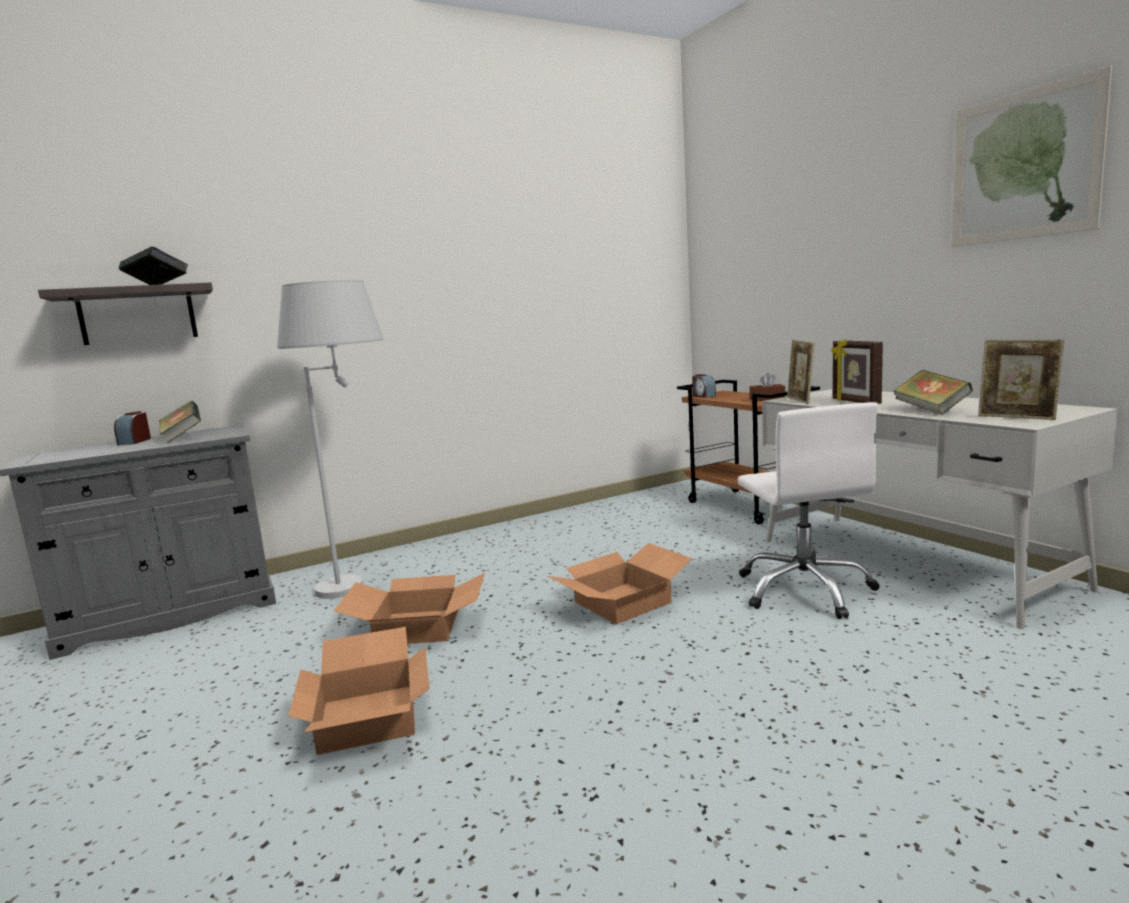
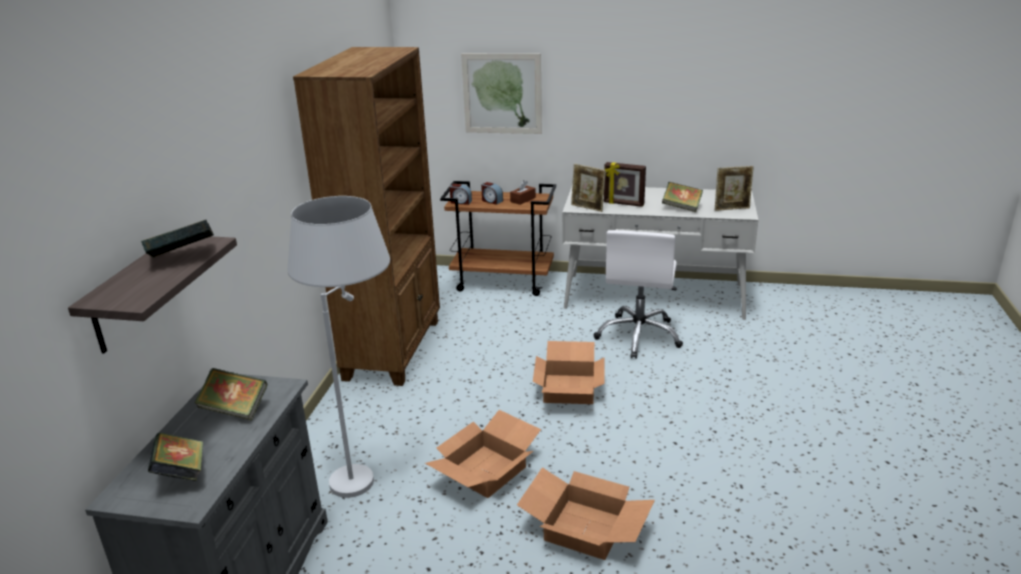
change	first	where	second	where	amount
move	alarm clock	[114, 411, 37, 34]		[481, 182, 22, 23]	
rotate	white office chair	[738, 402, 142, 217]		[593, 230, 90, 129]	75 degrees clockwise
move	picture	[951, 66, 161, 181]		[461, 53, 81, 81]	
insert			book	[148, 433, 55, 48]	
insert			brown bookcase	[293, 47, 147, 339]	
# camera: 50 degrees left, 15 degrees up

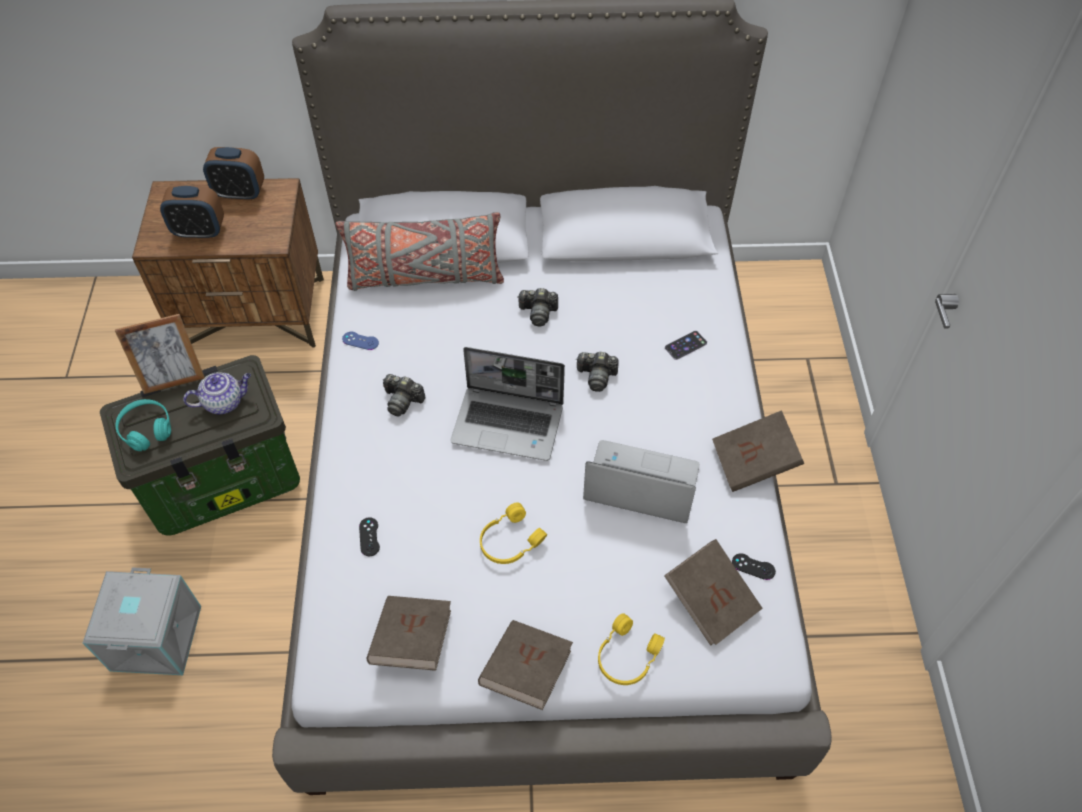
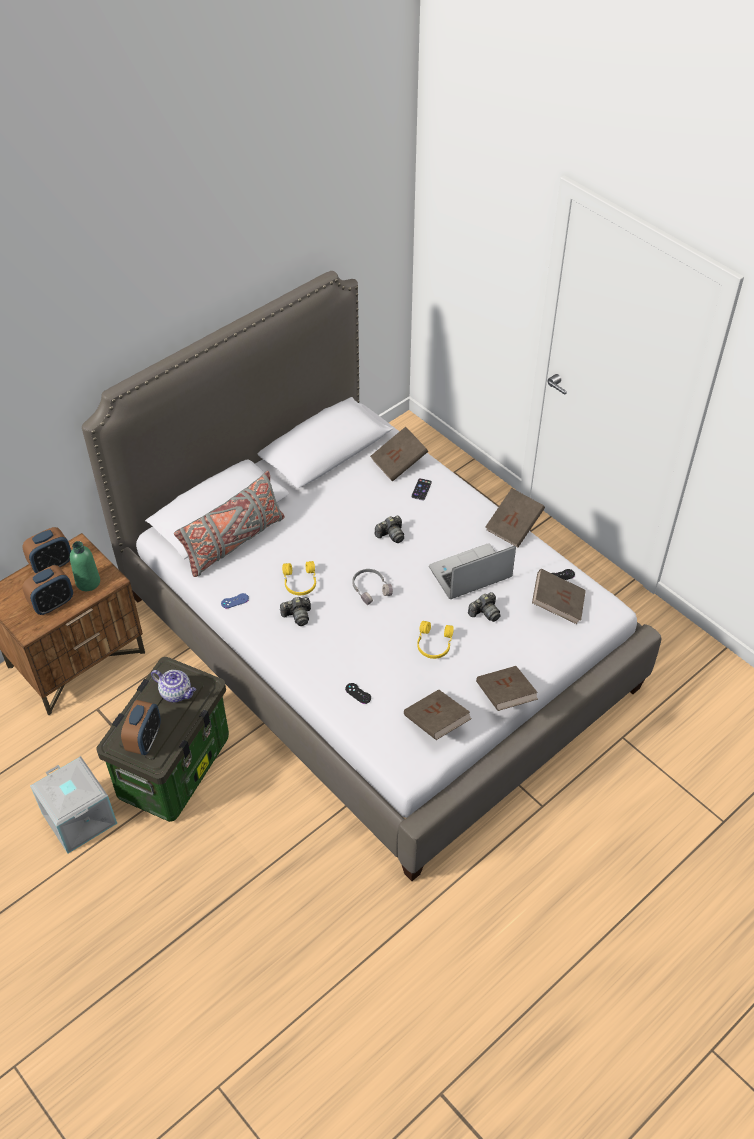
change	first	where	second	where	amount
move	grey storage box	[83, 567, 118, 108]		[30, 756, 87, 97]	
delete	picture frame	[115, 314, 90, 80]			
replace	turquoise headphones	[116, 399, 55, 52]	alarm clock	[121, 700, 40, 55]	
rotate	teapot	[183, 372, 68, 42]		[151, 670, 45, 33]	90 degrees clockwise
replace	laptop	[450, 347, 115, 114]	grey headphones	[353, 569, 40, 36]	
move	photo camera	[518, 288, 40, 38]		[468, 592, 33, 30]	
move	yellow headphones	[598, 613, 67, 72]		[282, 561, 34, 34]	
insert			green bottle	[70, 541, 30, 50]	
insert			brown book	[370, 427, 58, 55]	
# camera: 40 degrees left, 5 degrees down

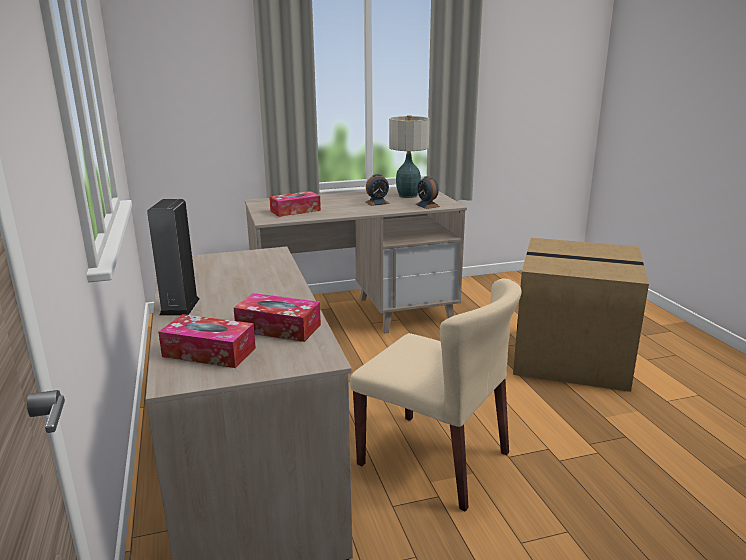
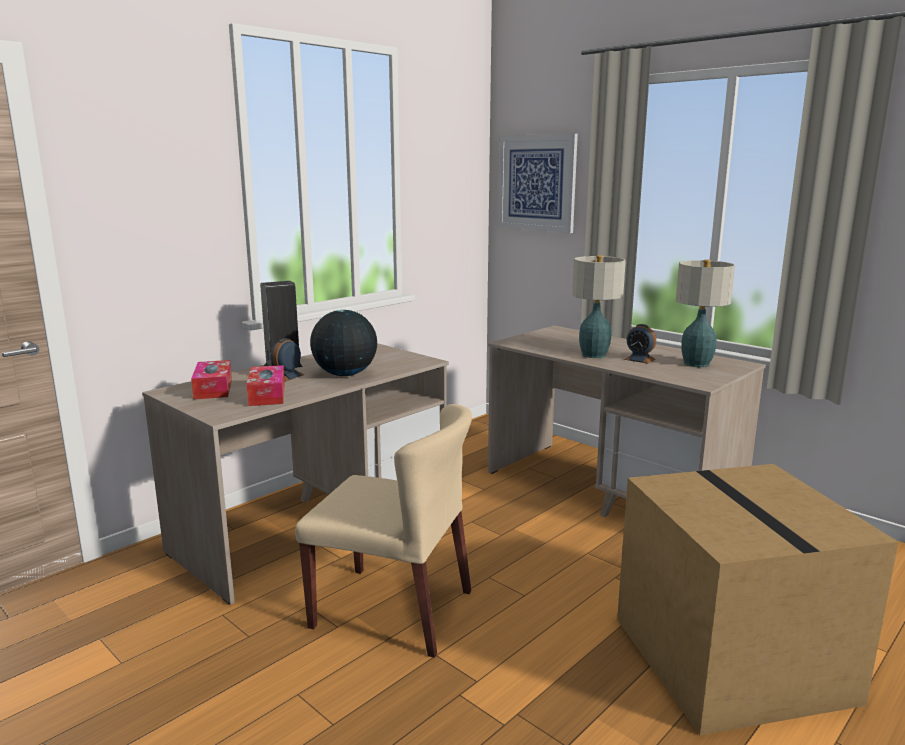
change	first	where	second	where	amount
delete	tissue box	[269, 191, 52, 26]			
rotate	beige chair	[350, 278, 172, 234]		[295, 404, 177, 254]	75 degrees counterclockwise
move	alarm clock	[415, 176, 25, 33]		[270, 338, 35, 44]	
insert			globe	[310, 310, 67, 66]	
insert			picture	[498, 134, 80, 99]	
insert			table lamp	[572, 255, 54, 103]	
# camera: 60 degrees right, 5 degrees down

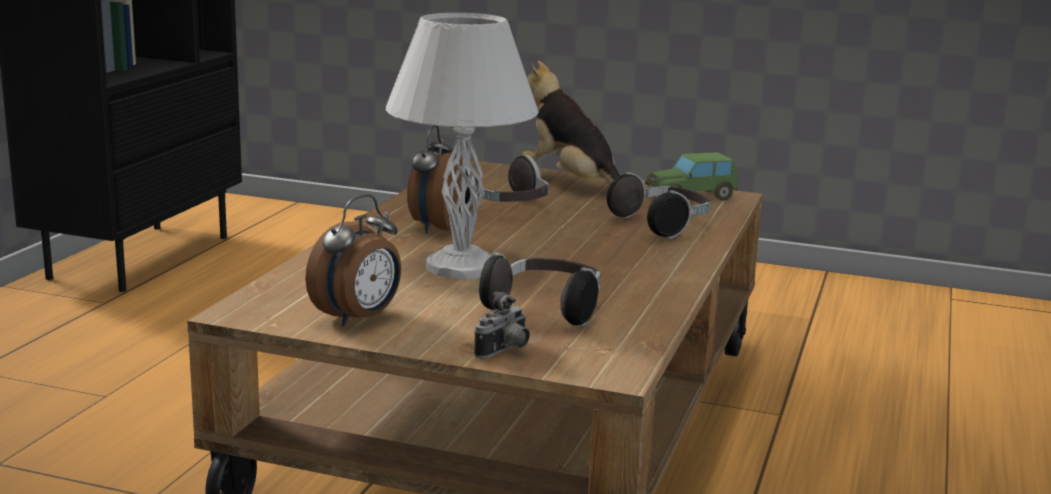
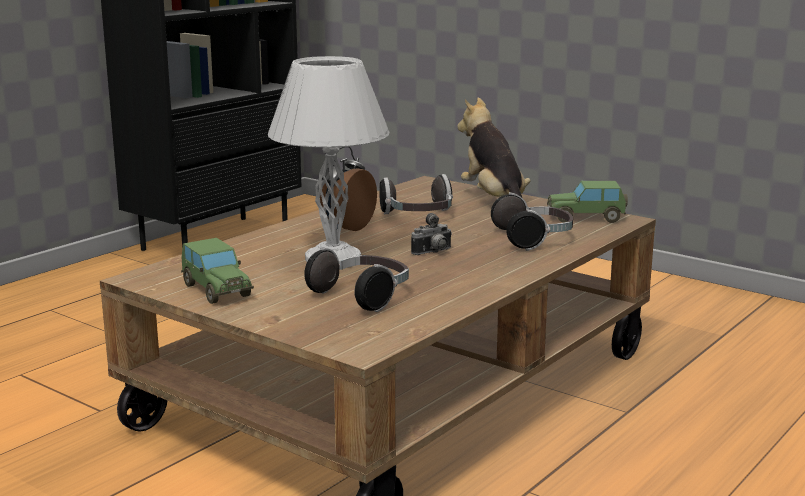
change	first	where	second	where	amount
replace	alarm clock	[305, 194, 96, 133]	toy car	[181, 238, 73, 66]	
move	photo camera	[474, 291, 56, 67]		[411, 213, 41, 42]	
# camera: 20 degrees right, 0 degrees up

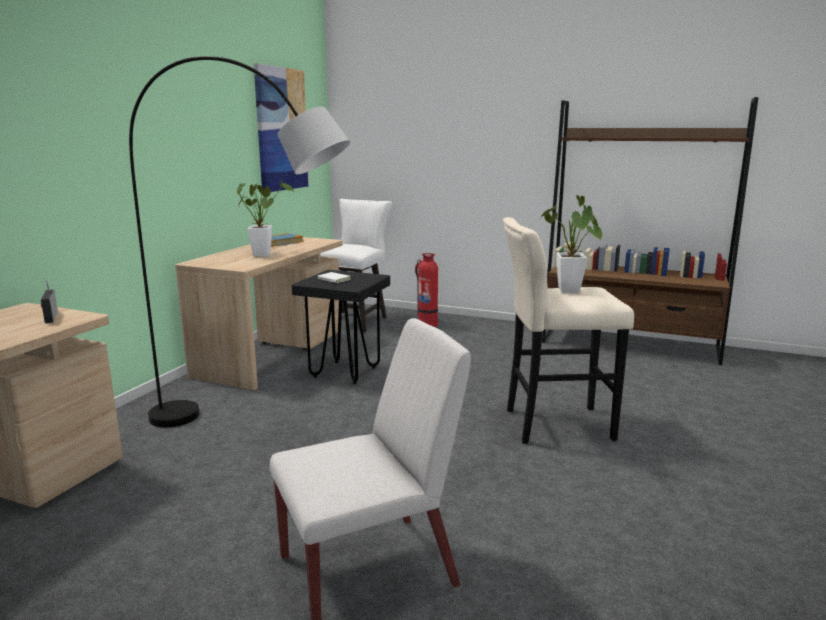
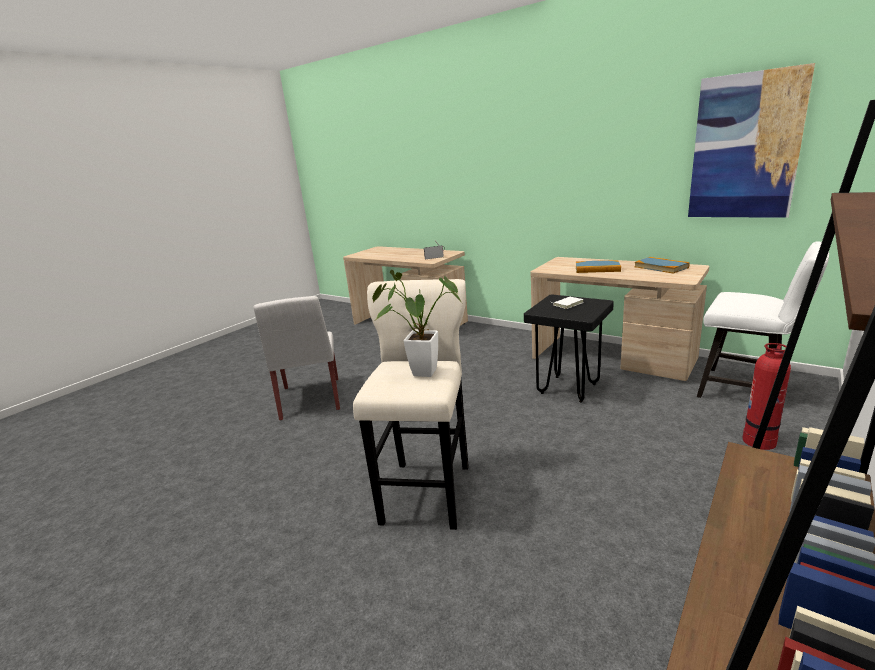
change	first	where	second	where	amount
delete	grey floor lamp	[129, 56, 221, 371]			
replace	potted plant	[237, 180, 57, 77]	book	[576, 260, 45, 13]	
# camera: 105 degrees right, 5 degrees up

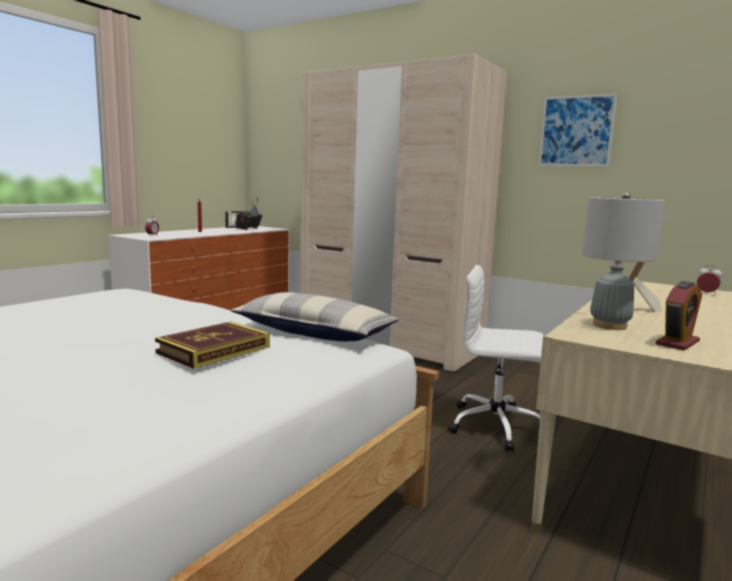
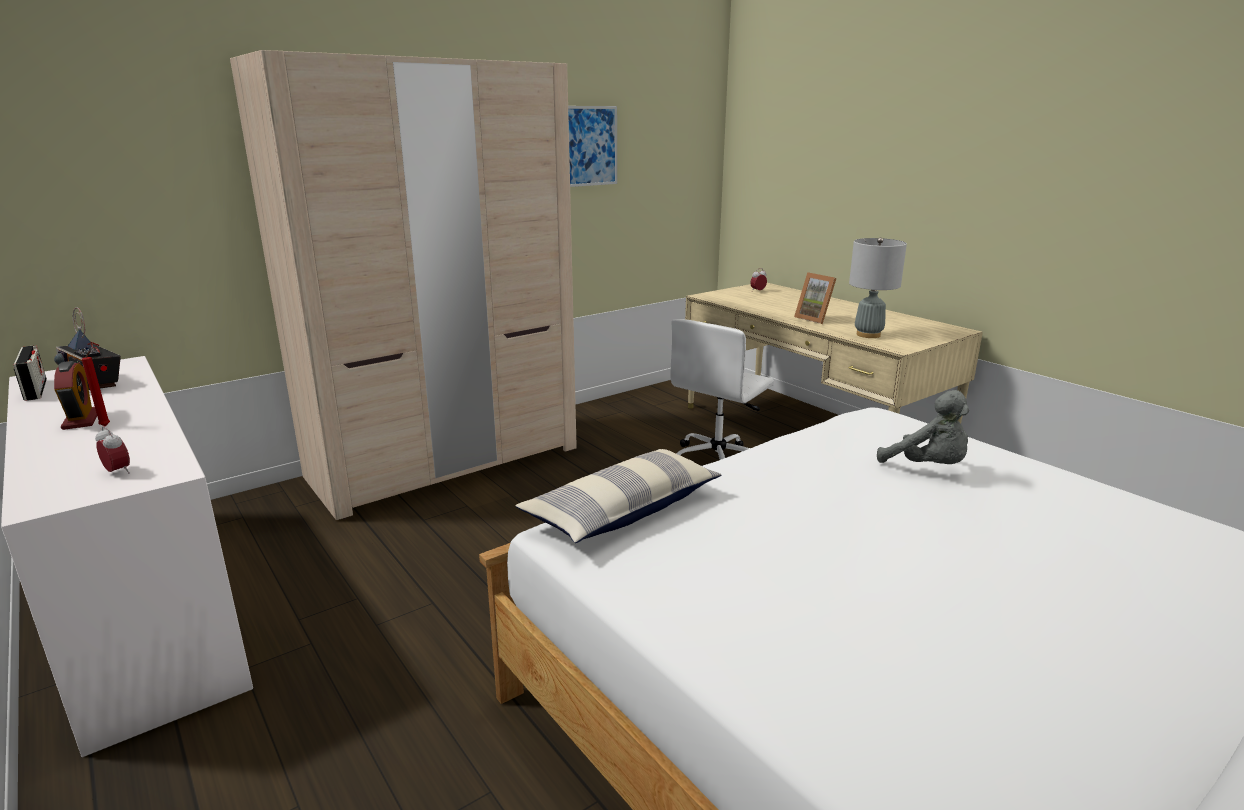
change	first	where	second	where	amount
replace	book	[155, 322, 115, 47]	grey plush toy	[877, 390, 92, 74]	
move	pillow	[231, 292, 168, 49]		[515, 449, 207, 94]	
move	alarm clock	[656, 281, 46, 70]		[54, 361, 43, 69]	
# camera: 70 degrees left, 10 degrees up

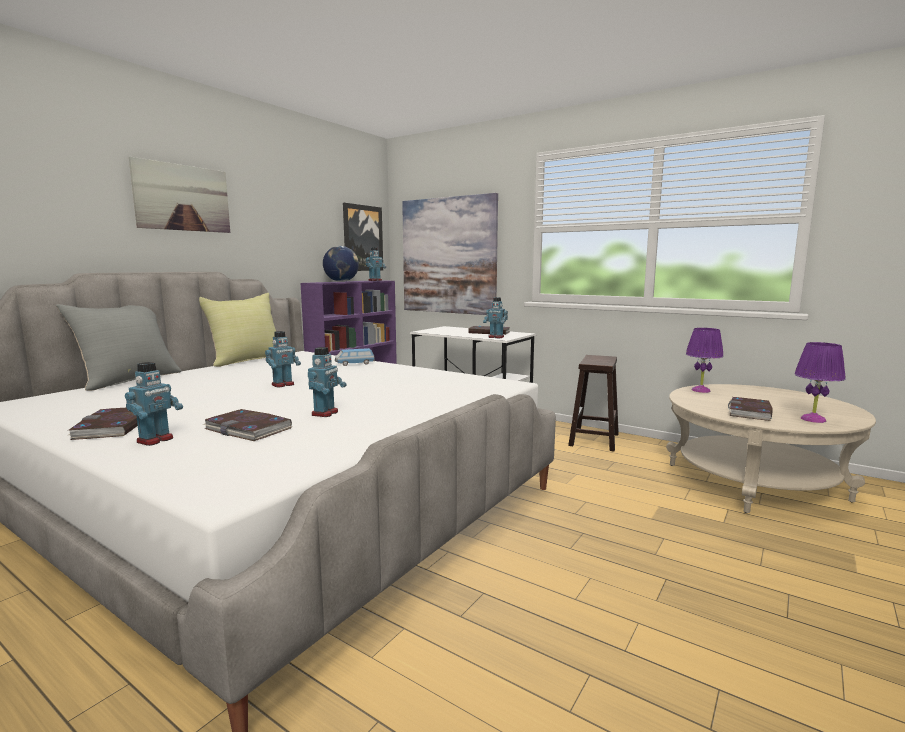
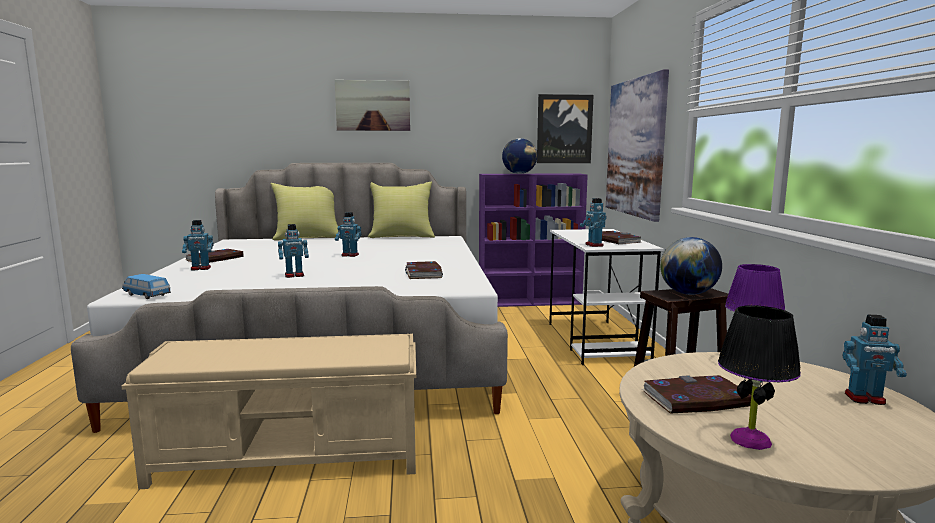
change	first	where	second	where	amount
recolor	grey pillow	[56, 304, 126, 87]	yellow pillow	[270, 183, 68, 58]	
move	book	[202, 409, 90, 32]		[405, 261, 38, 18]	
move	toy car	[335, 348, 40, 18]		[122, 274, 49, 25]	
move	toy robot	[366, 247, 20, 34]		[842, 315, 65, 90]	
recolor	purple table lamp	[794, 342, 52, 81]	black table lamp	[718, 305, 83, 145]	
insert			beige bench	[121, 334, 295, 155]	
insert			globe	[660, 237, 62, 58]	
# camera: 50 degrees right, 0 degrees up

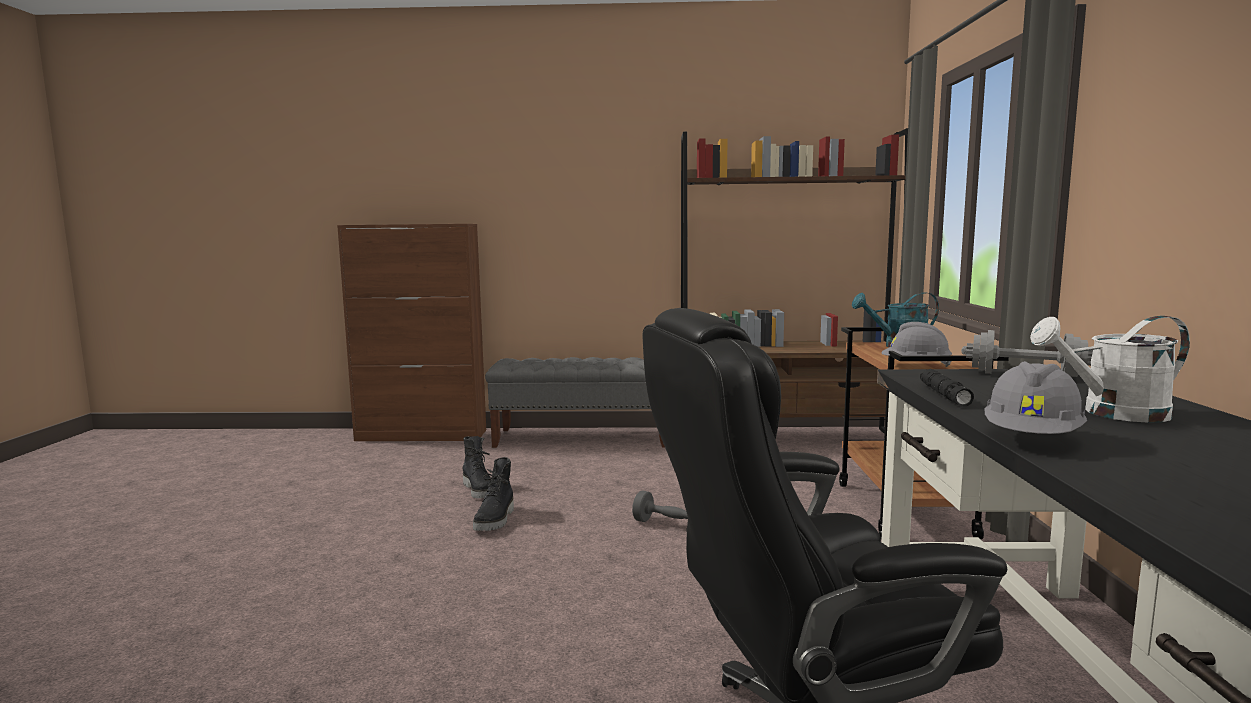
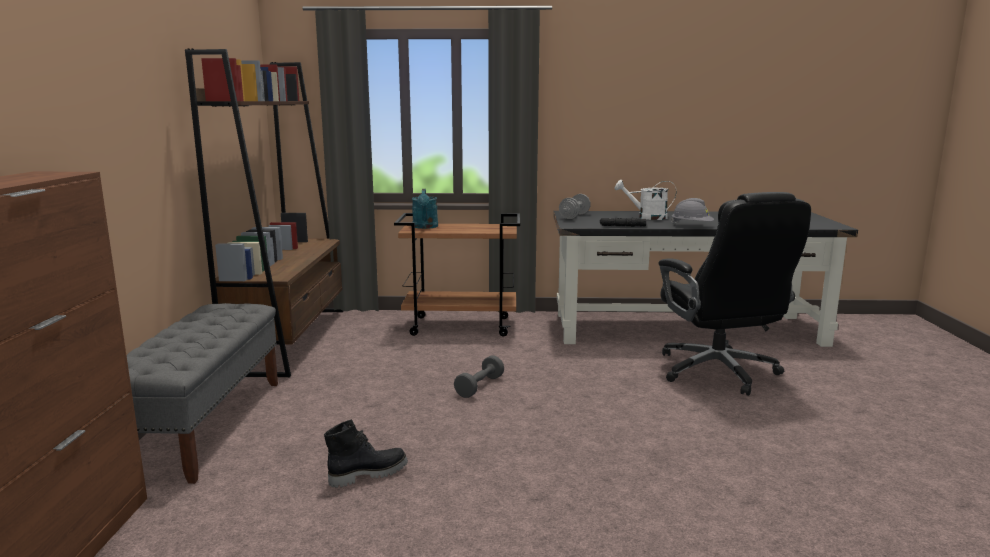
change	first	where	second	where	amount
delete	black boot	[473, 457, 41, 74]			
delete	grey hard hat	[881, 322, 71, 45]			
rotate	white watering can	[1030, 316, 160, 107]		[614, 179, 62, 41]	105 degrees clockwise
# camera: 90 degrees left, 5 degrees up

